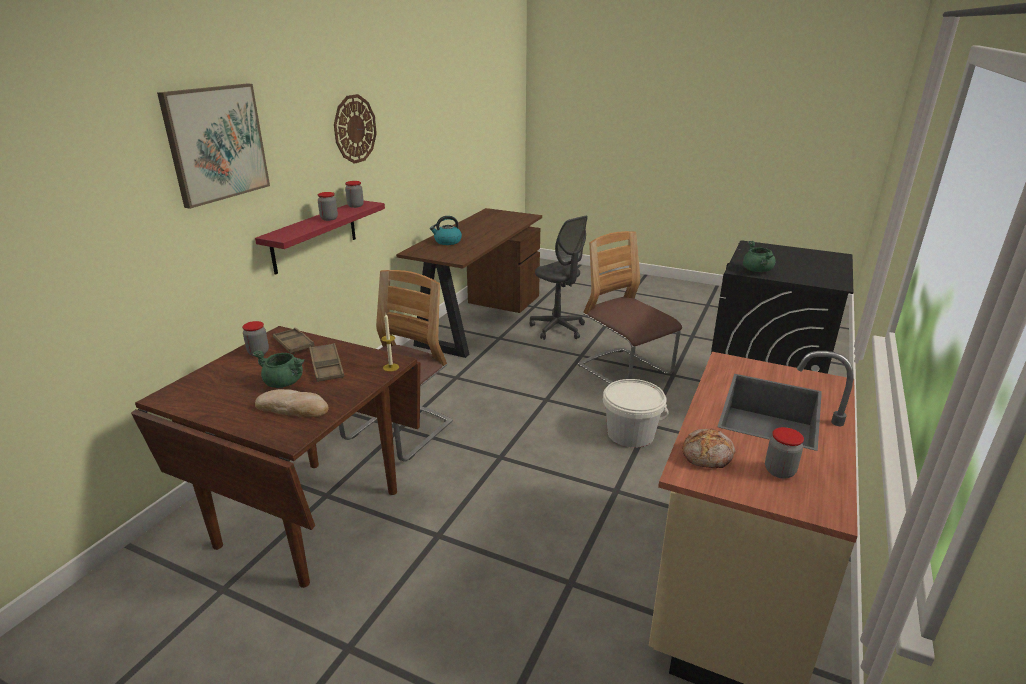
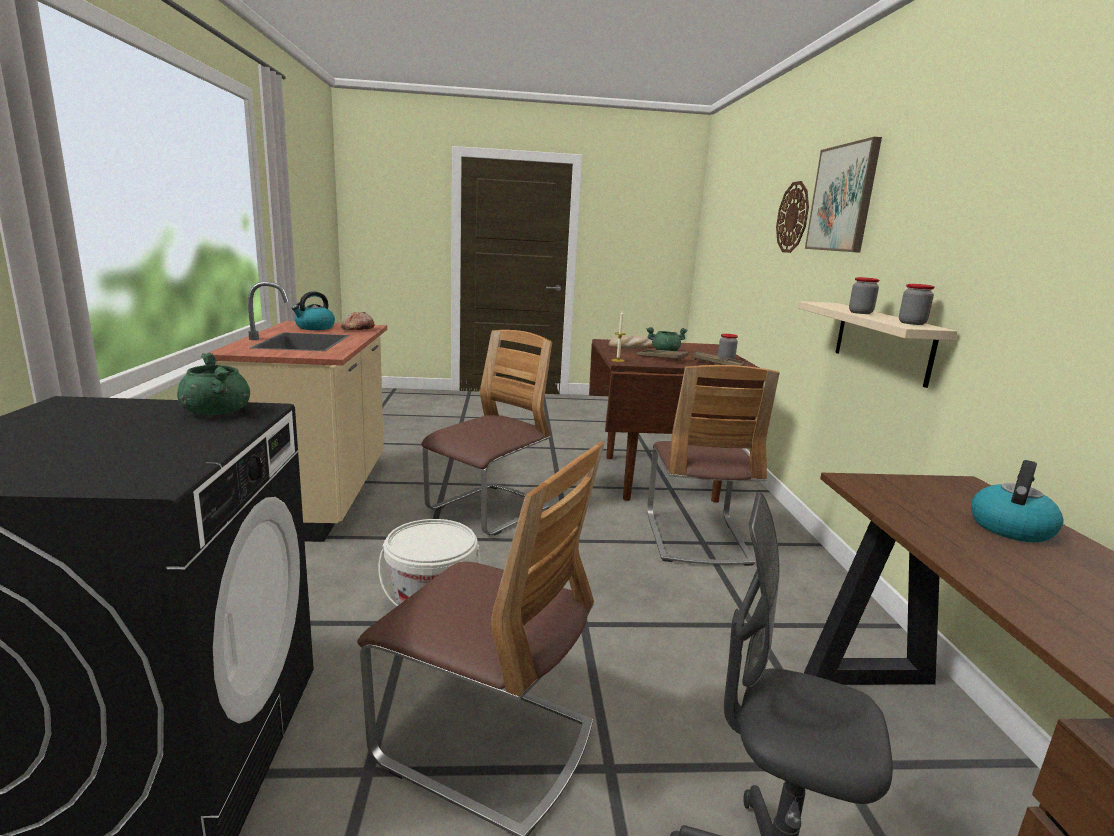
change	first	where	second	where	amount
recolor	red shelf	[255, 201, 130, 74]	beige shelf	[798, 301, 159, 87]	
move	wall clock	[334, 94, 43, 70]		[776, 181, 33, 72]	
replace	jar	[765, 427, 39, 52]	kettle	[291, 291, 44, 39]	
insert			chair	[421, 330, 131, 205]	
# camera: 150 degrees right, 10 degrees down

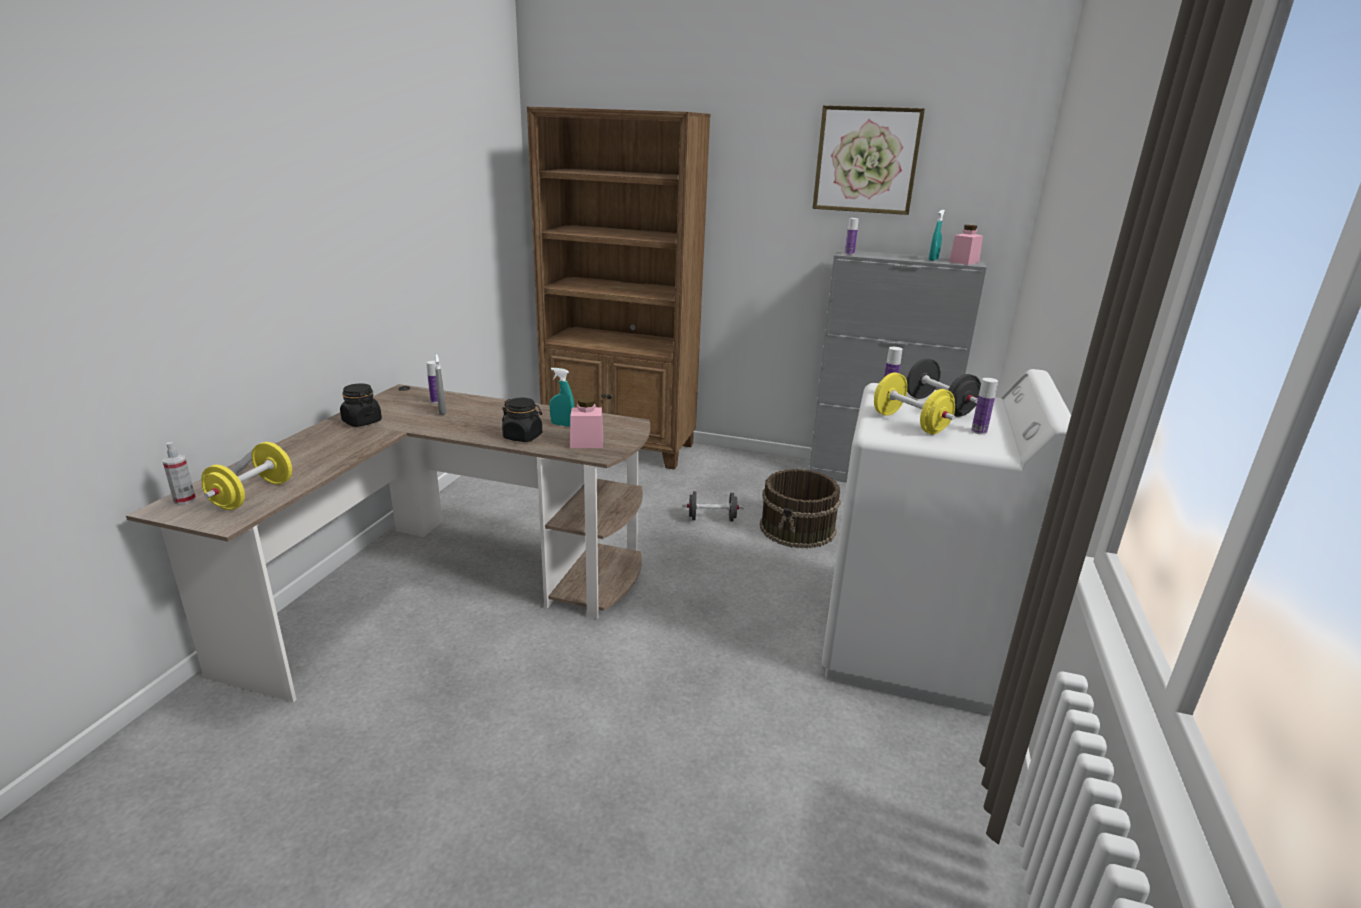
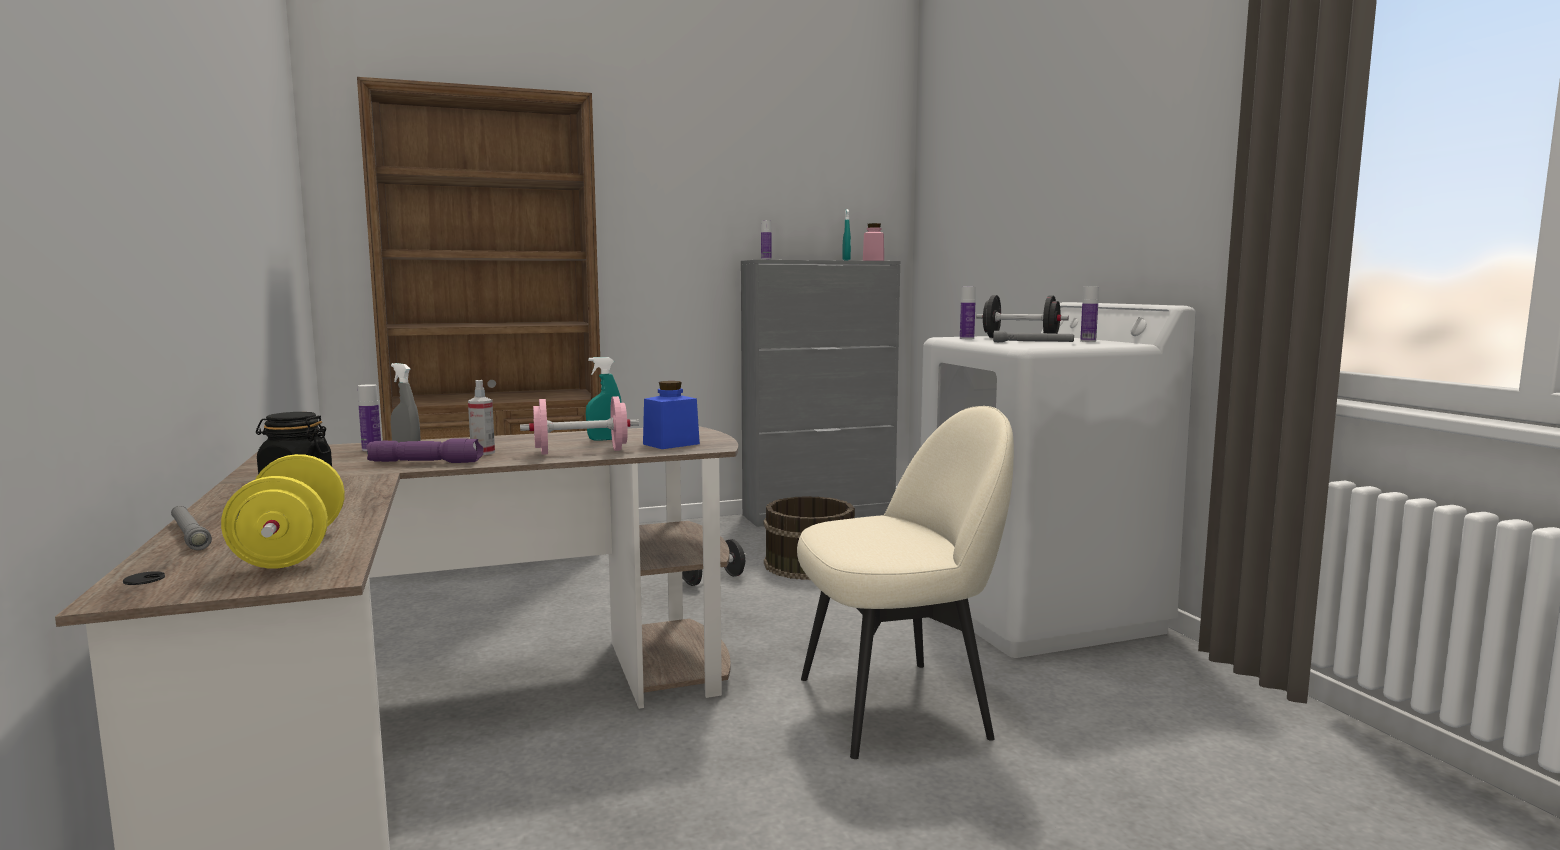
change	first	where	second	where	amount
move	spray bottle	[162, 442, 34, 63]		[468, 380, 27, 75]	
replace	black jar	[502, 398, 40, 44]	pink dumbbell	[520, 396, 119, 59]	
recolor	pink jar	[570, 397, 33, 51]	blue jar	[643, 381, 57, 68]	
delete	picture	[812, 105, 113, 110]			
replace	yellow dumbbell	[874, 372, 81, 62]	grey flashlight	[993, 331, 81, 11]	
insert			purple flashlight	[366, 438, 117, 25]	
insert			beige chair	[797, 406, 217, 353]	
# camera: 35 degrees left, 15 degrees down

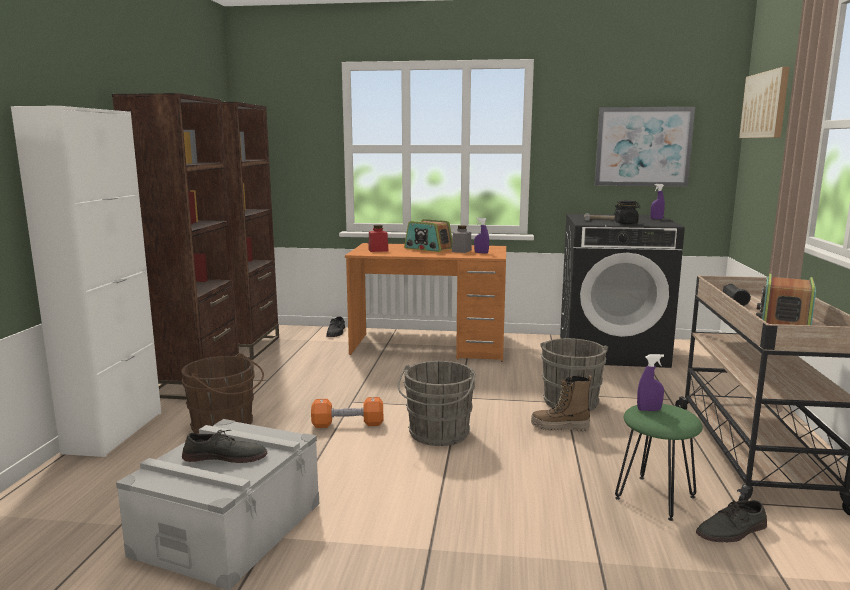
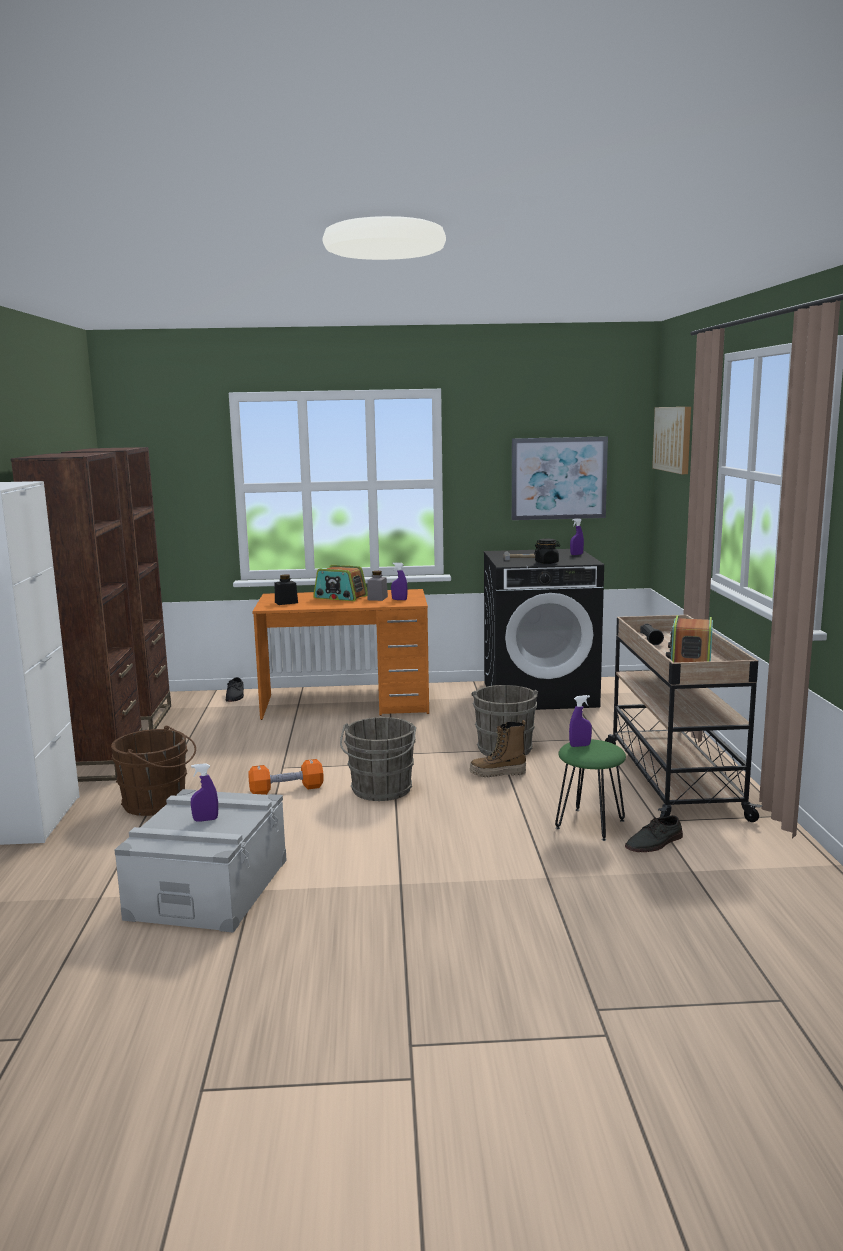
change	first	where	second	where	amount
replace	grey shoe	[182, 430, 85, 33]	purple spray bottle	[191, 763, 27, 58]	
recolor	red jar	[368, 225, 20, 27]	black jar	[275, 574, 23, 31]	
# camera: 10 degrees left, 0 degrees up

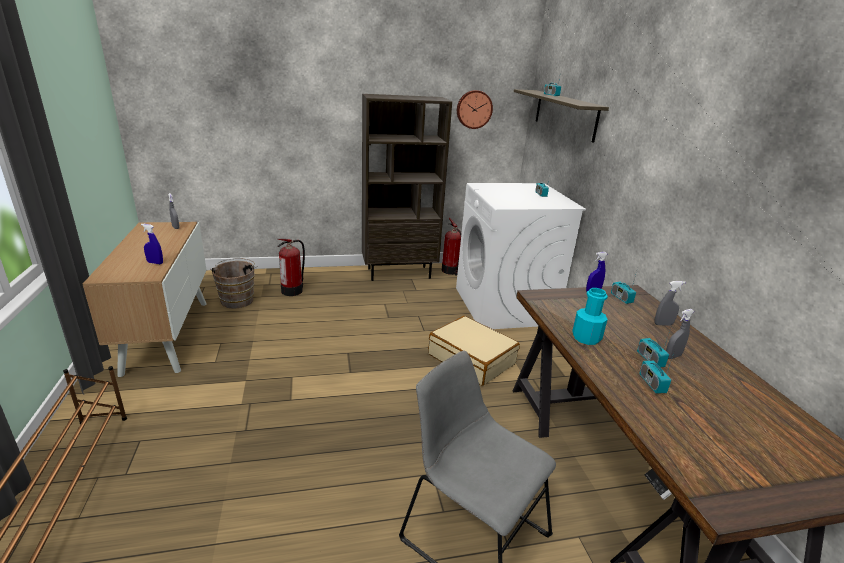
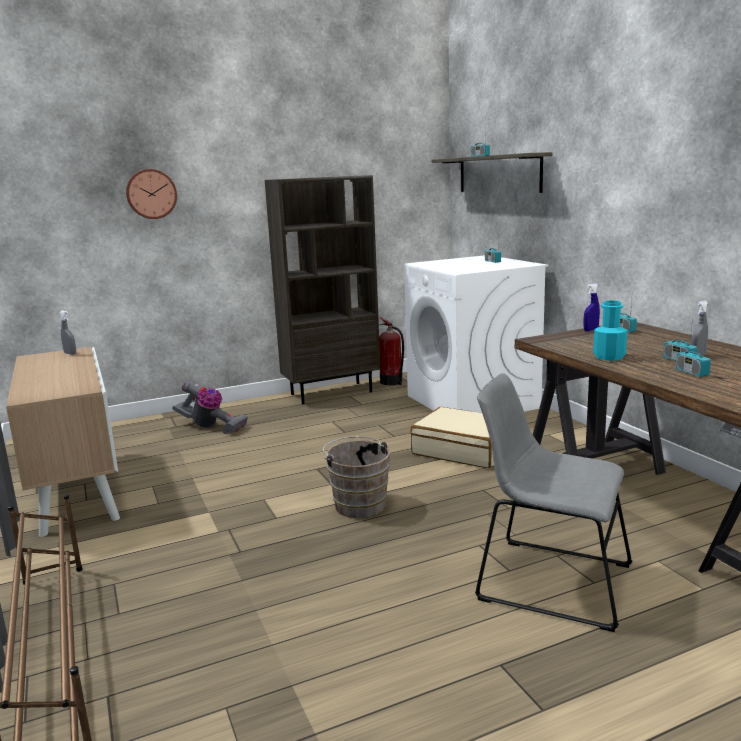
change	first	where	second	where	amount
delete	blue spray bottle	[141, 224, 22, 40]			
move	brown bucket	[210, 258, 47, 51]		[323, 436, 67, 82]	
replace	fire extinguisher	[277, 239, 28, 57]	vacuum cleaner	[172, 379, 76, 55]	
move	wall clock	[457, 90, 36, 39]		[126, 169, 51, 50]	
delete	grey spray bottle	[654, 281, 32, 44]			
# camera: 10 degrees left, 10 degrees down

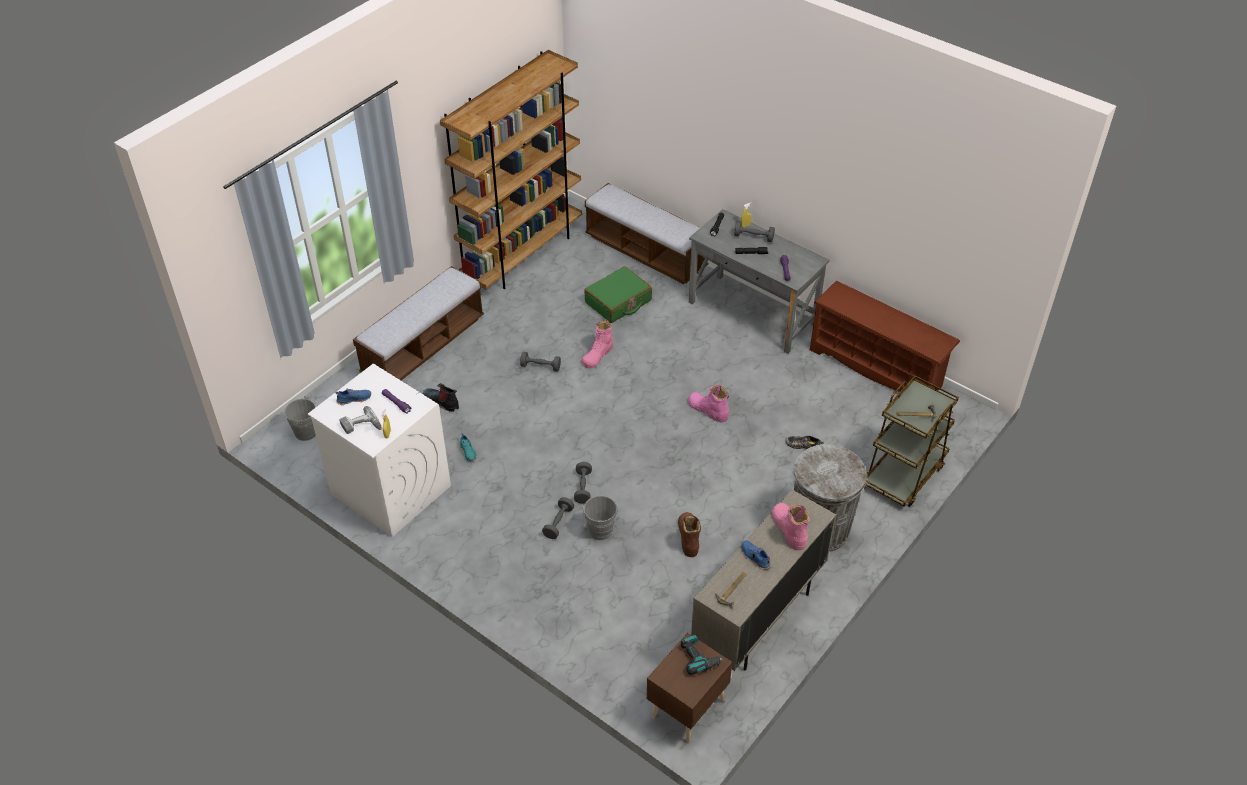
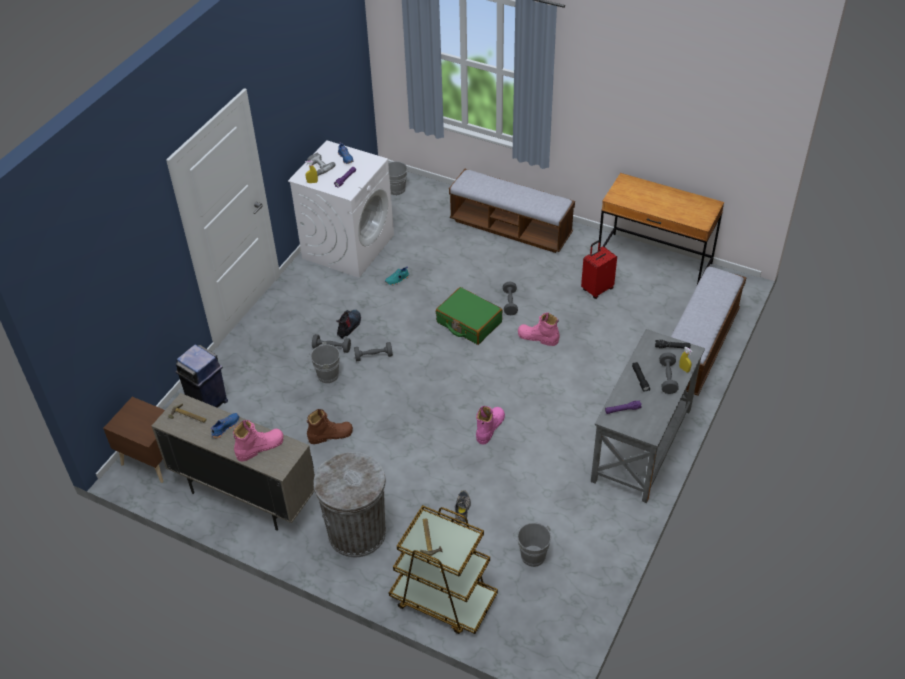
change	first	where	second	where	amount
move	boot	[422, 383, 37, 29]		[336, 310, 25, 29]	
replace	brown bookcase	[440, 50, 142, 240]	brown desk	[599, 173, 125, 112]	
move	green suitcase	[584, 266, 68, 57]		[436, 287, 67, 58]	
delete	power drill	[681, 635, 43, 40]			
delete	brown shoe rack	[810, 281, 150, 111]			
insert			blue trash can	[176, 345, 52, 63]	
insert			grey bucket	[513, 522, 38, 45]	
insert			red suitcase	[581, 240, 36, 59]	
# camera: 80 degrees right, 0 degrees up

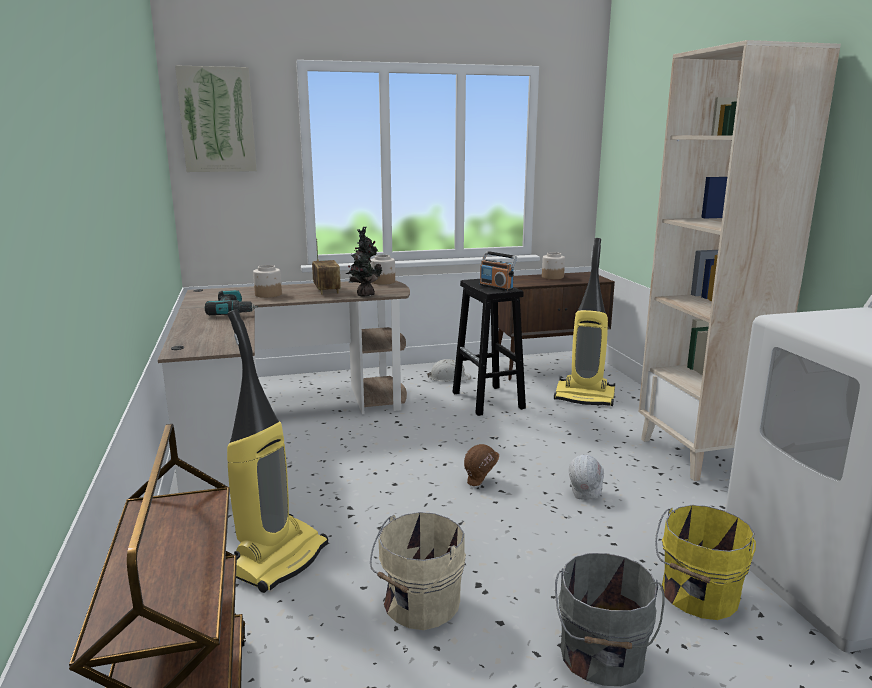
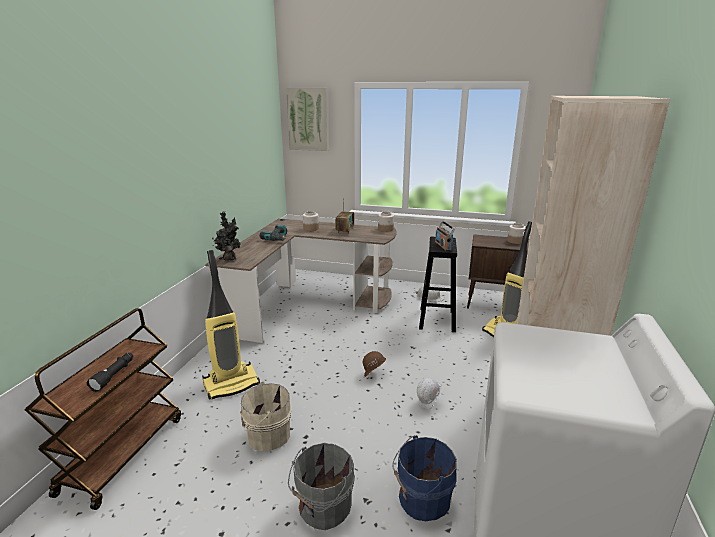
change	first	where	second	where	amount
move	potted plant	[346, 227, 36, 70]		[212, 212, 29, 49]	
recolor	yellow bucket	[655, 505, 101, 115]	blue bucket	[392, 435, 65, 86]	
insert			black flashlight	[87, 353, 46, 39]	
# camera: 30 degrees right, 5 degrees up

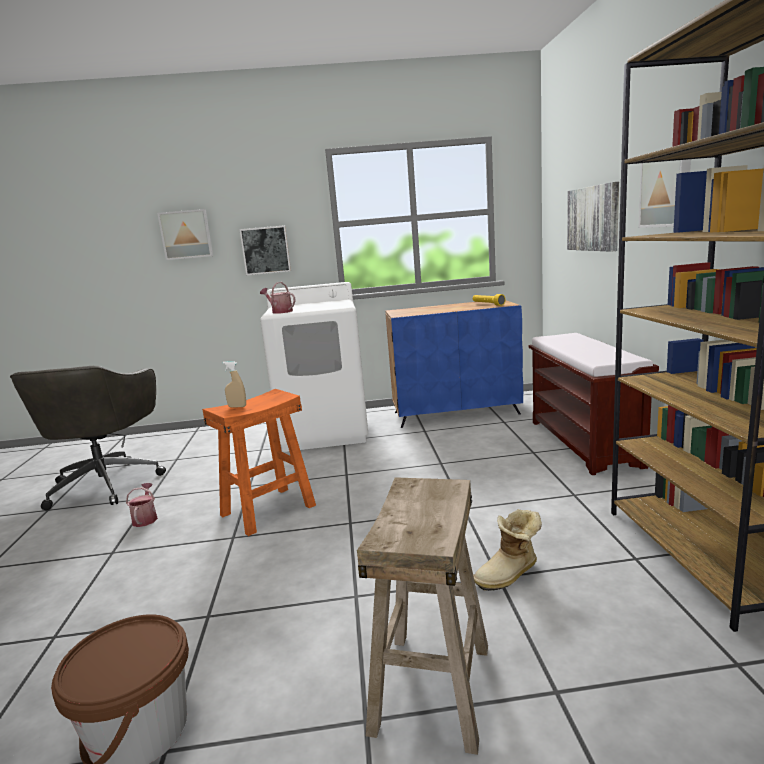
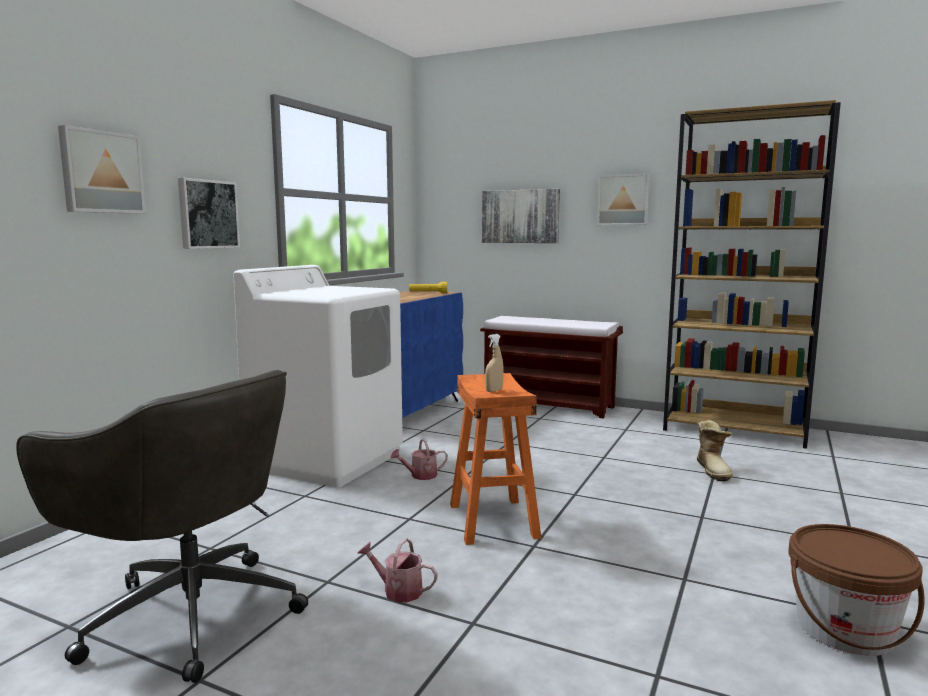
change	first	where	second	where	amount
move	watering can	[260, 282, 36, 32]		[391, 439, 57, 41]	
delete	beige stool	[357, 477, 131, 278]			
# camera: 60 degrees left, 5 degrees down

